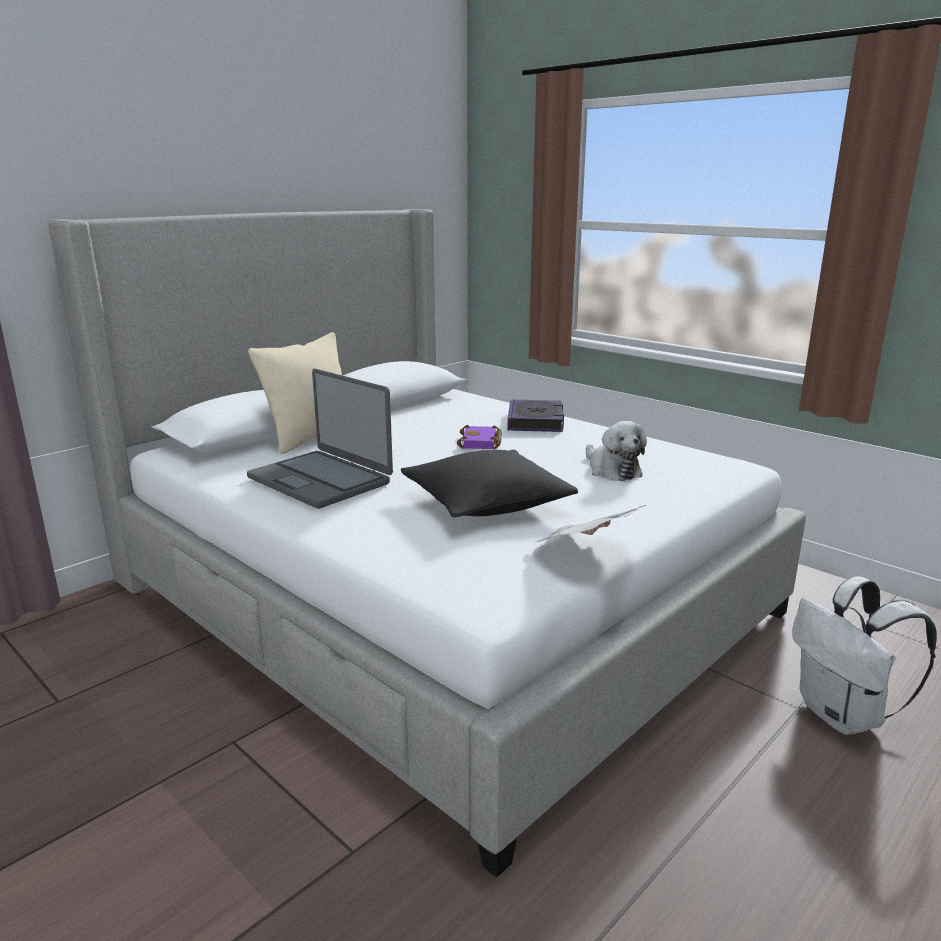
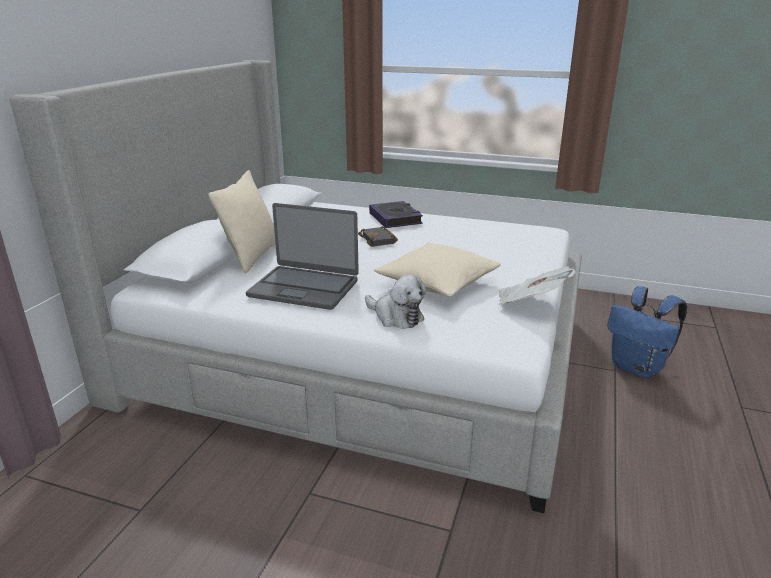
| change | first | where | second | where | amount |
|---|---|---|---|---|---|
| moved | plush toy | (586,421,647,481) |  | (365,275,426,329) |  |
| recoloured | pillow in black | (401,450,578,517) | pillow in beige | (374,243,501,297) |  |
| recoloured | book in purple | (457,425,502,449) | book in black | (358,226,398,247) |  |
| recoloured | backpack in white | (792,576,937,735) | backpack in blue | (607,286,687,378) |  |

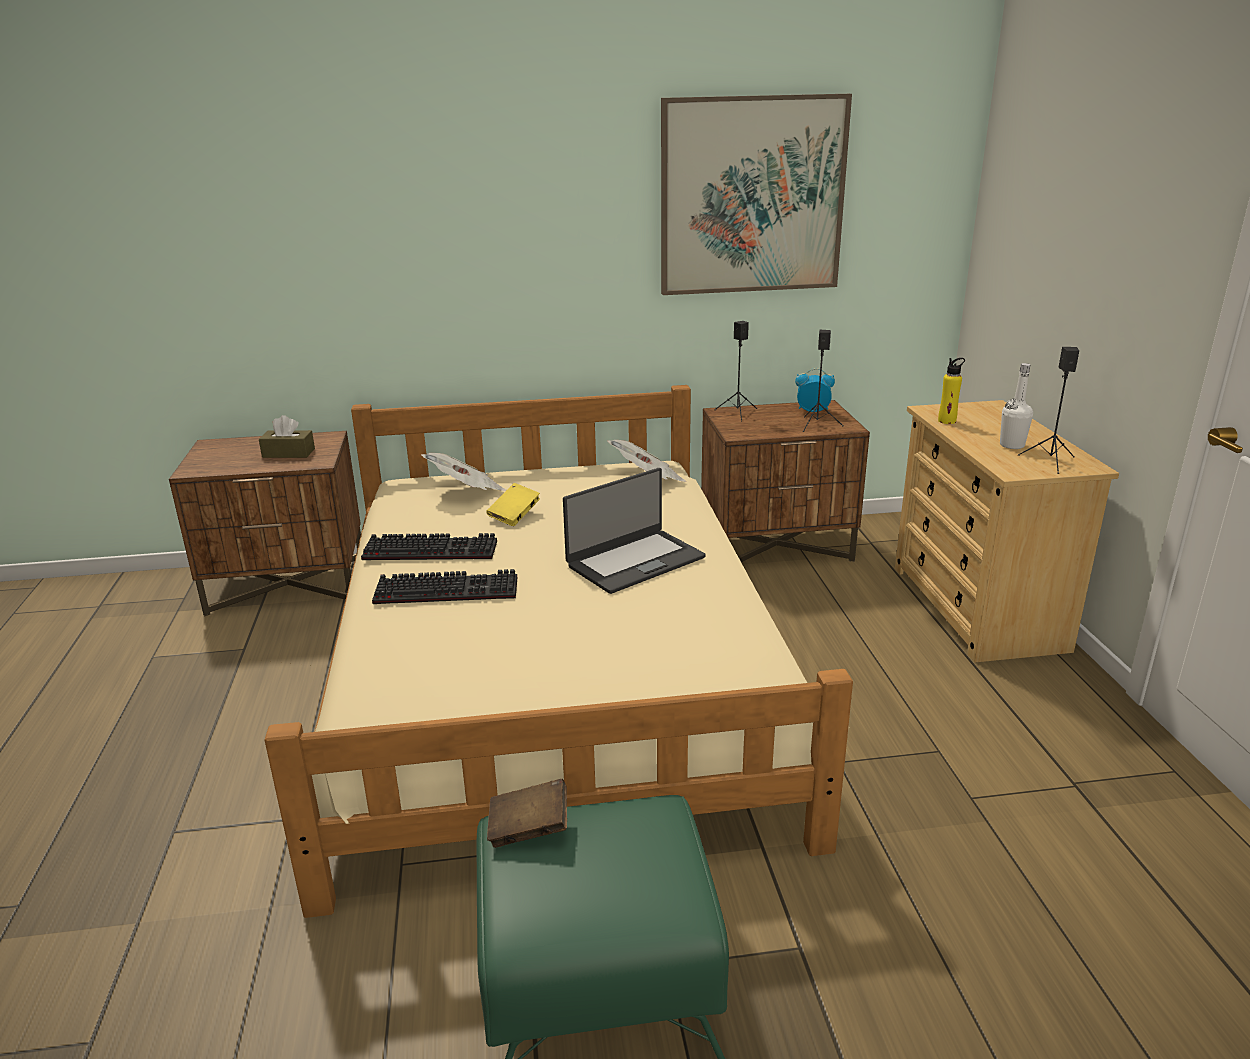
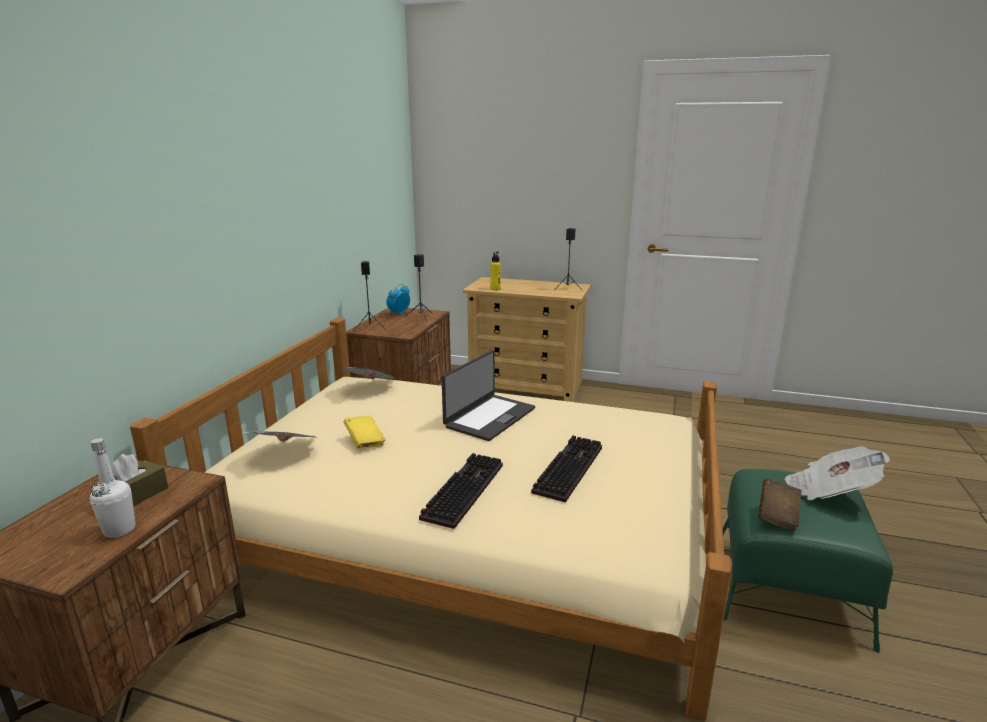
| change | first | where | second | where | amount |
|---|---|---|---|---|---|
| removed | picture | (661,94,852,295) |  |  |  |
| added |  |  | newspaper | (785,446,890,500) |  |
| moved | keyboard | (361,533,497,560) |  | (531,435,602,502) |  |
| moved | bottle in white | (1000,363,1033,449) |  | (90,438,136,538) |  |
| turned | laptop | (563,468,706,594) |  | (442,350,535,441) | 45 degrees clockwise |

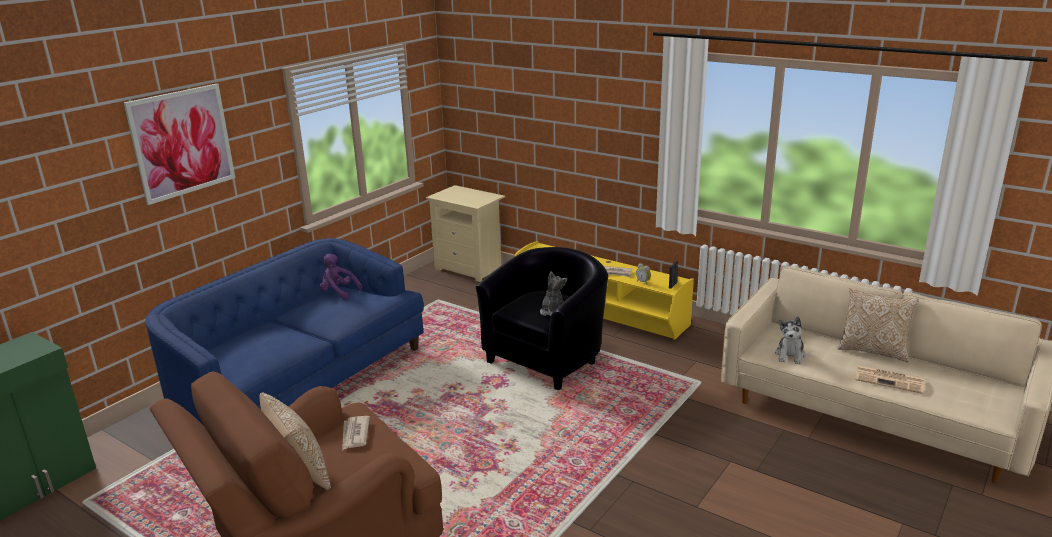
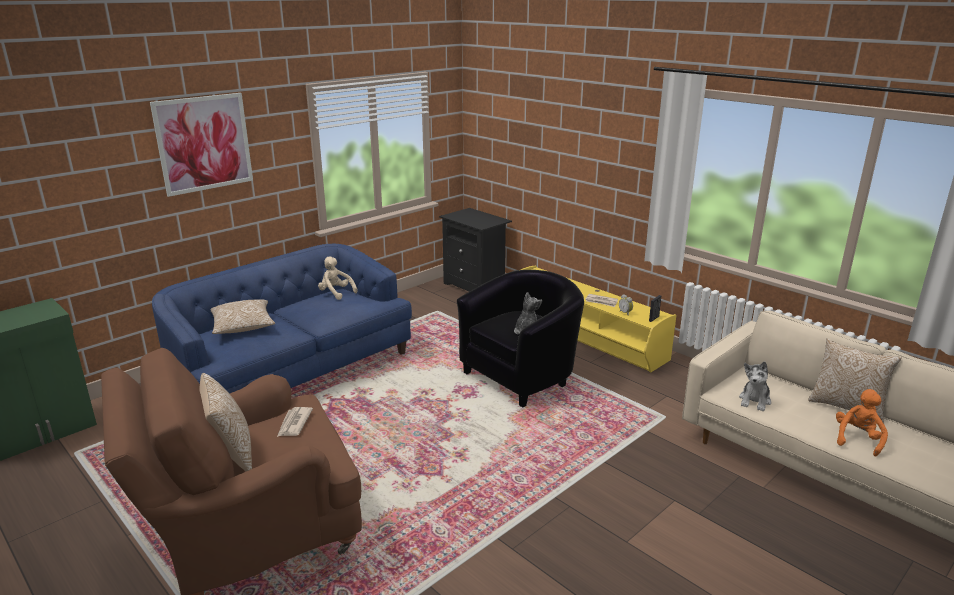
| change | first | where | second | where | amount |
|---|---|---|---|---|---|
| added |  |  | pillow | (211,299,275,334) |  |
| replaced | newspaper | (855,365,924,394) | plush toy in orange | (836,389,888,457) |  |
| recoloured | plush toy in purple | (320,254,362,299) | plush toy in beige | (318,257,358,300) |  |
| recoloured | nightstand in beige | (426,185,505,282) | nightstand in black | (439,208,512,292) |  |

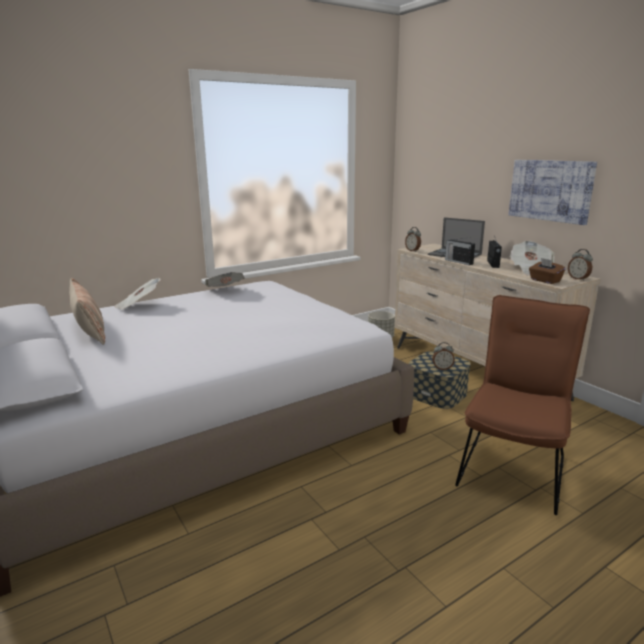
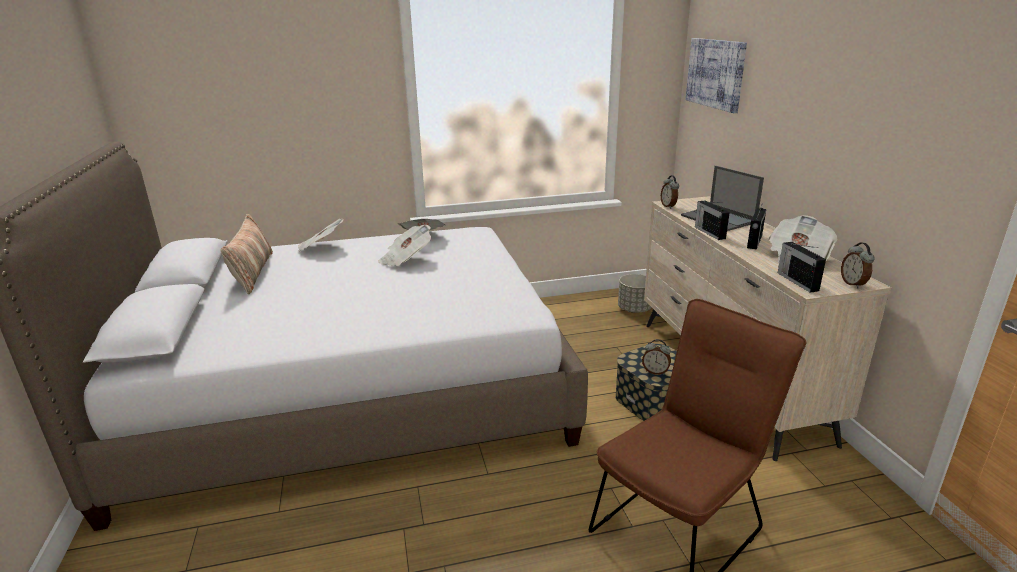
| change | first | where | second | where | amount |
|---|---|---|---|---|---|
| added |  |  | newspaper | (378,225,431,267) |  |
| moved | picture | (509,160,597,225) |  | (686,38,747,113) |  |
| replaced | tissue box in brown | (529,258,566,284) | radio | (778,242,826,293) |  |

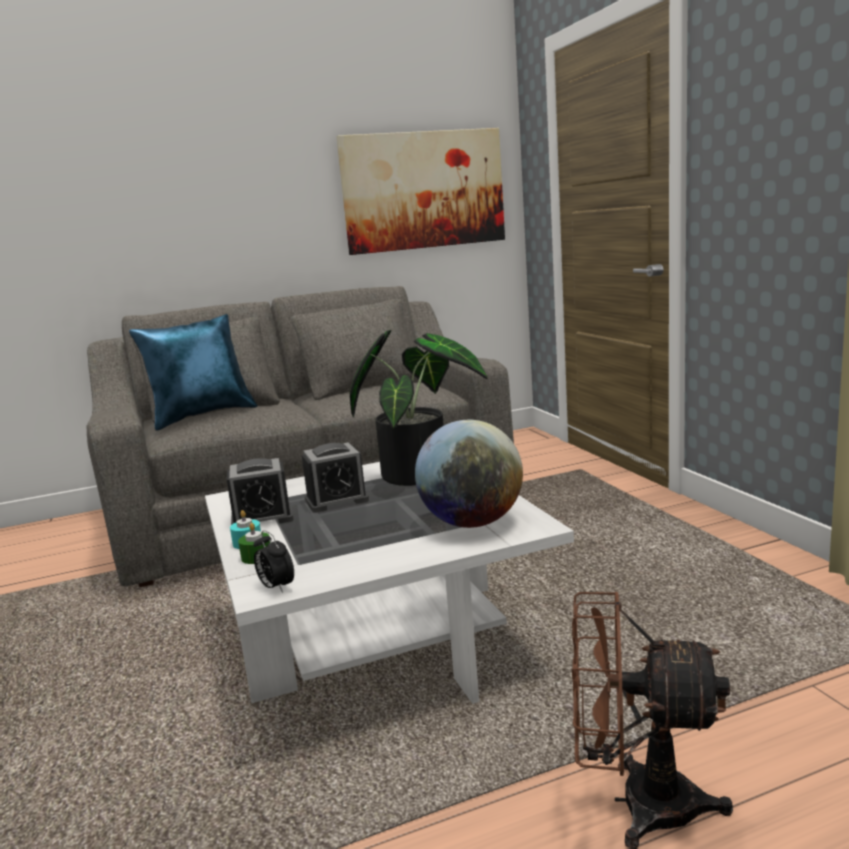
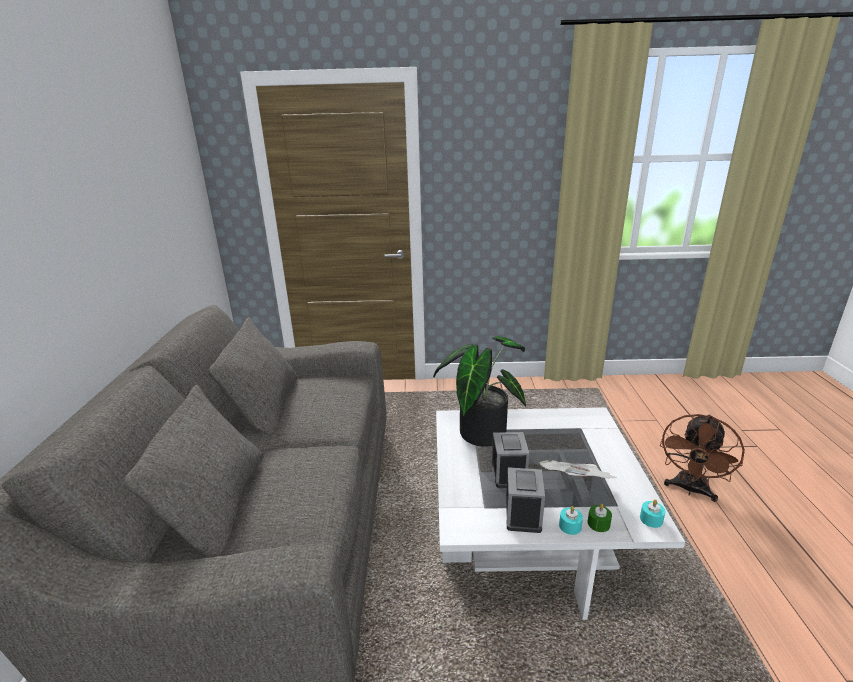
| change | first | where | second | where | amount |
|---|---|---|---|---|---|
| removed | pillow in blue | (129,314,257,431) |  |  |  |
| removed | picture | (336,128,505,255) |  |  |  |
| removed | globe | (415,420,523,528) |  |  |  |
| added |  |  | newspaper | (539,460,616,479) |  |
| replaced | alarm clock | (253,530,294,593) | candle in turquoise | (640,499,666,528) |  |

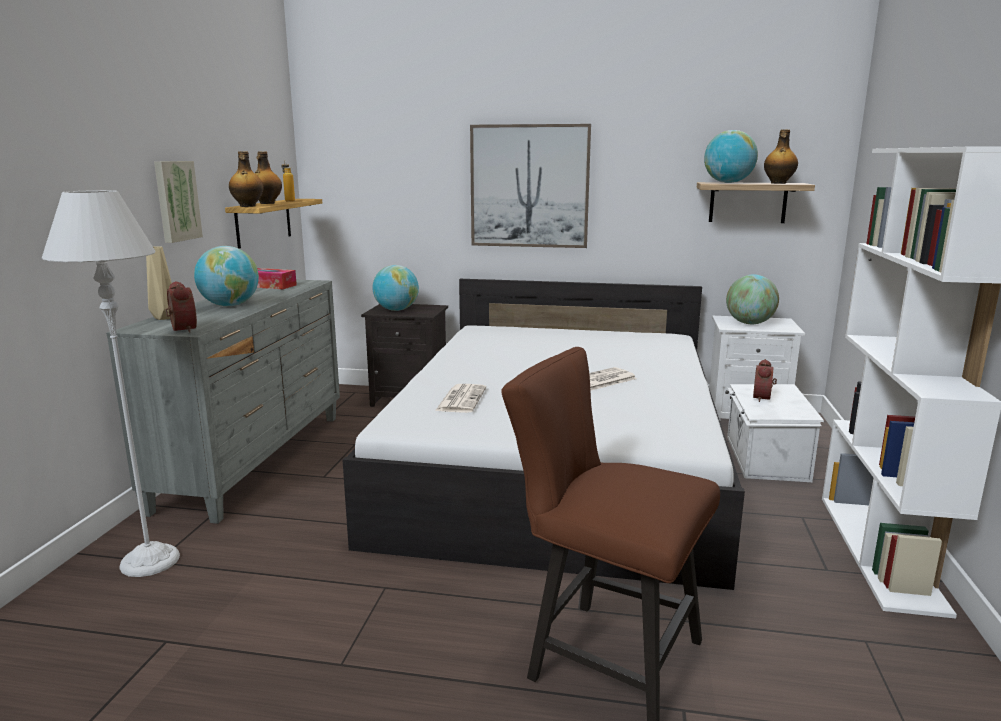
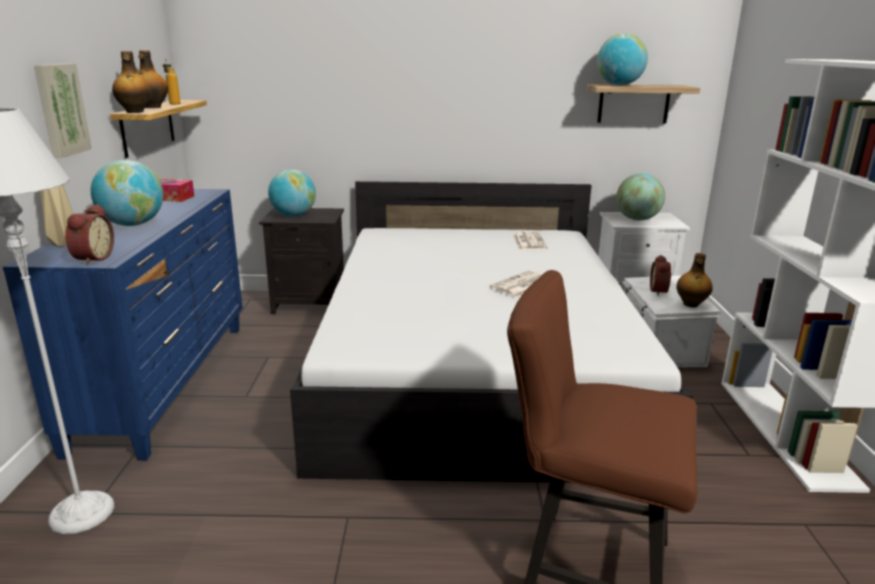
| change | first | where | second | where | amount |
|---|---|---|---|---|---|
| removed | picture | (470,124,591,248) |  |  |  |
| moved | newspaper | (435,384,486,413) |  | (513,231,548,250) |  |
| moved | bottle | (764,130,798,184) |  | (677,253,713,307) |  |
| recoloured | dresser in grey | (106,280,340,524) | dresser in blue | (3,189,243,461) |  |
| turned | alarm clock | (165,281,197,332) |  | (65,204,114,265) | 45 degrees clockwise |

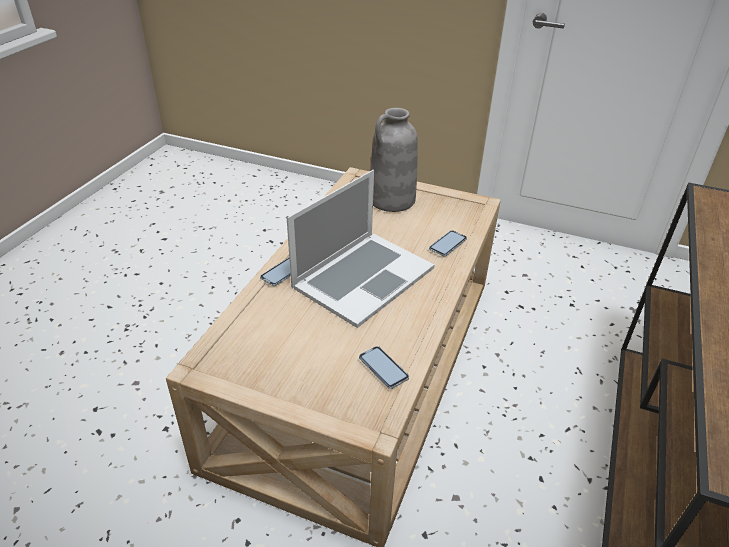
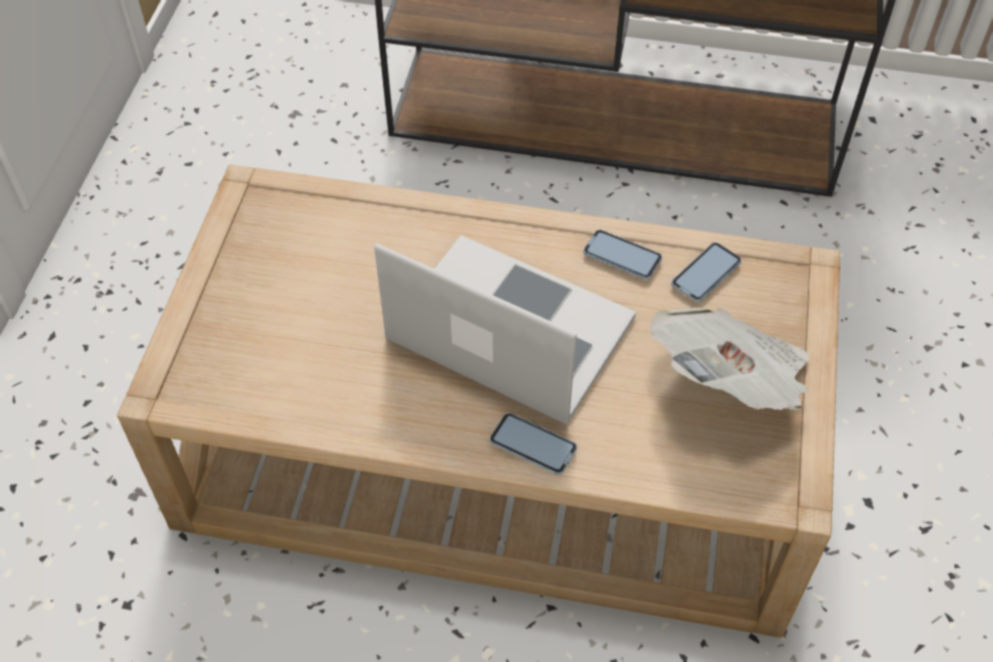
| change | first | where | second | where | amount |
|---|---|---|---|---|---|
| removed | vase in grey | (370,108,418,212) |  |  |  |
| added |  |  | newspaper | (650,308,810,410) |  |
| moved | phone | (429,230,467,256) |  | (583,229,662,280) |  |

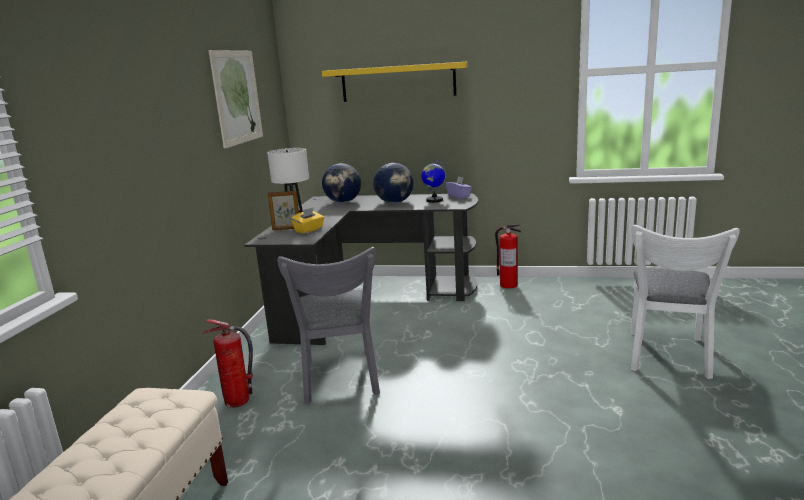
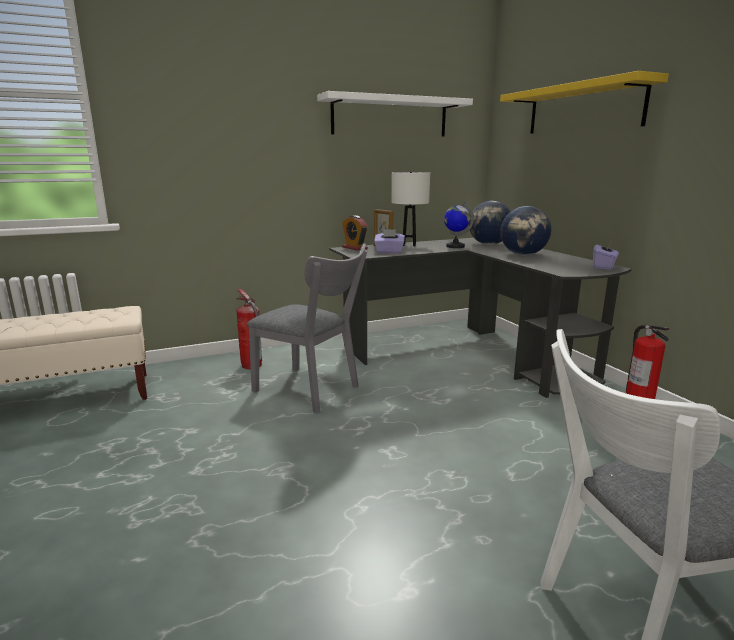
| change | first | where | second | where | amount |
|---|---|---|---|---|---|
| added |  |  | alarm clock | (342,215,368,251) |  |
| moved | globe | (421,160,446,203) |  | (444,202,474,248) |  |
| replaced | picture | (209,50,263,149) | shelf in white | (317,91,473,137) |  |
| recoloured | tissue box in yellow | (291,207,325,234) | tissue box in purple | (374,229,405,253) |  |
| turned | chair in grey | (277,247,380,404) |  | (247,243,367,414) | 105 degrees counterclockwise |

